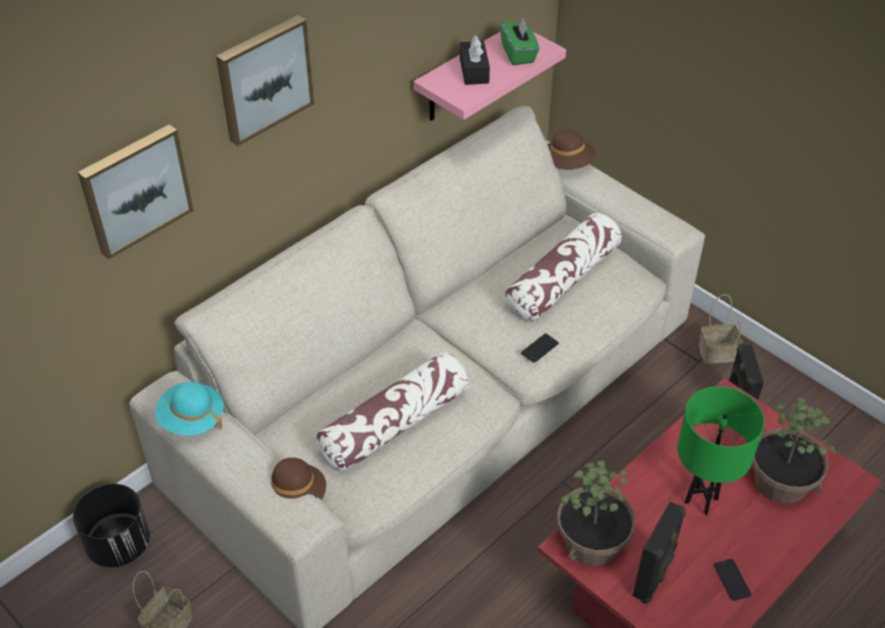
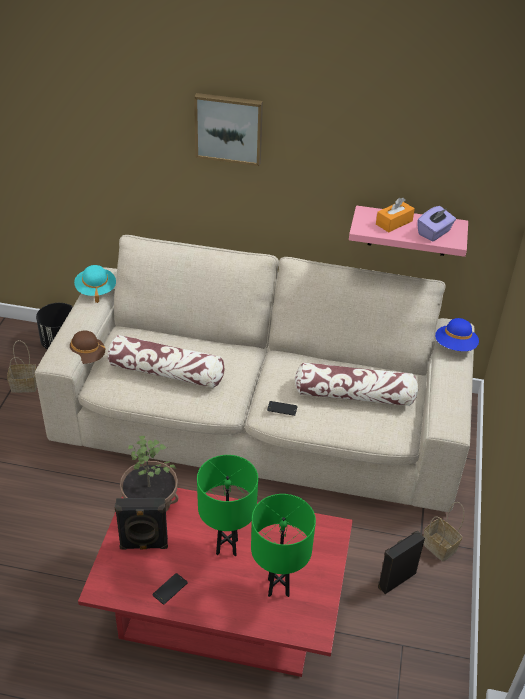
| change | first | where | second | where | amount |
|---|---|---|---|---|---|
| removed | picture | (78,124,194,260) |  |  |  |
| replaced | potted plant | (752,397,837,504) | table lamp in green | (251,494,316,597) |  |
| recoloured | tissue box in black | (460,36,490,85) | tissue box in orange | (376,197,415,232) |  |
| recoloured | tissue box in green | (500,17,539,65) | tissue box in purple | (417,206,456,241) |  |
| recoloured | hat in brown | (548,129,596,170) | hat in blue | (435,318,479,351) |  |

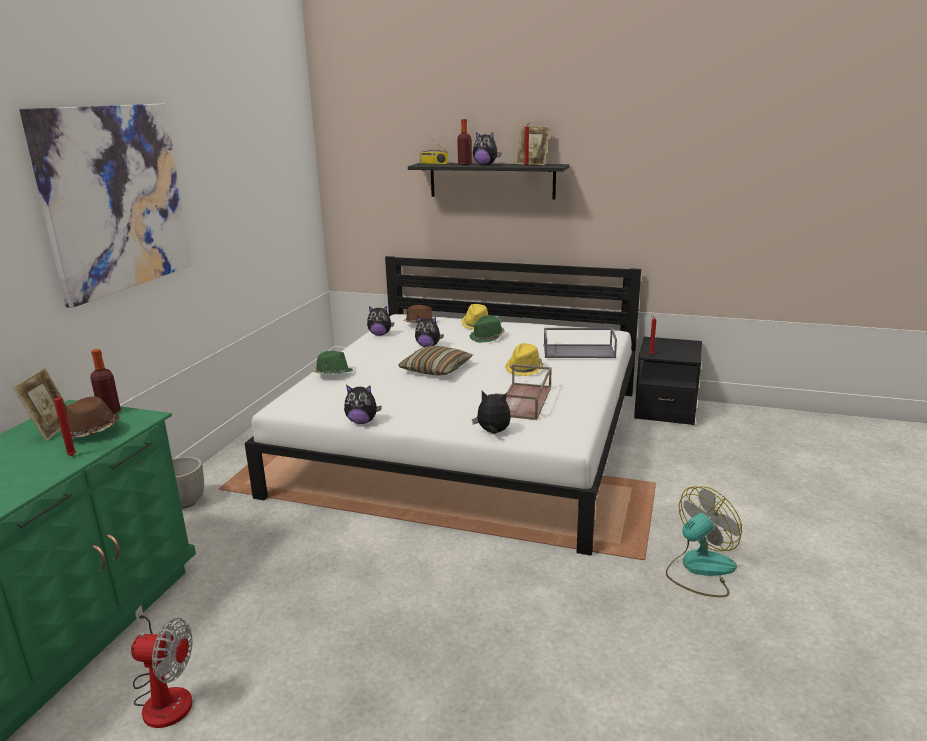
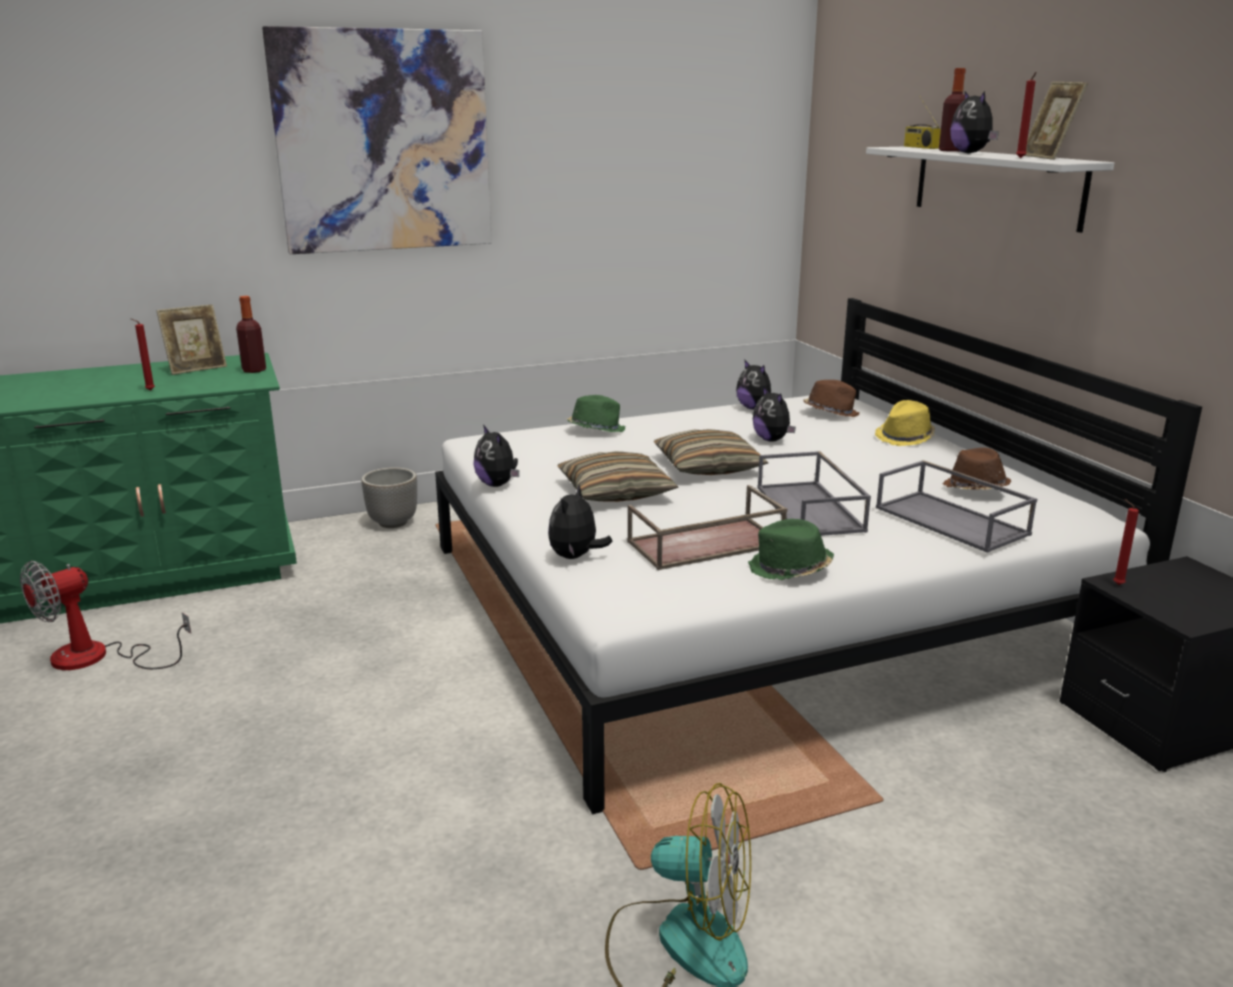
| change | first | where | second | where | amount |
|---|---|---|---|---|---|
| added |  |  | pillow | (558,451,679,502) |  |
| moved | hat in brown | (62,396,120,438) |  | (943,448,1011,490) |  |
| moved | hat in green | (470,315,504,343) |  | (748,519,834,580) |  |
| replaced | hat in yellow | (505,343,544,376) | tray in grey | (758,451,871,536) |  |
| recoloured | shelf in black | (408,163,569,200) | shelf in white | (866,147,1114,233) |  |
| turned | fan | (131,605,193,728) |  | (20,561,191,670) | 75 degrees clockwise |
| turned | plush toy | (472,391,511,434) |  | (548,485,613,559) | 135 degrees counterclockwise |

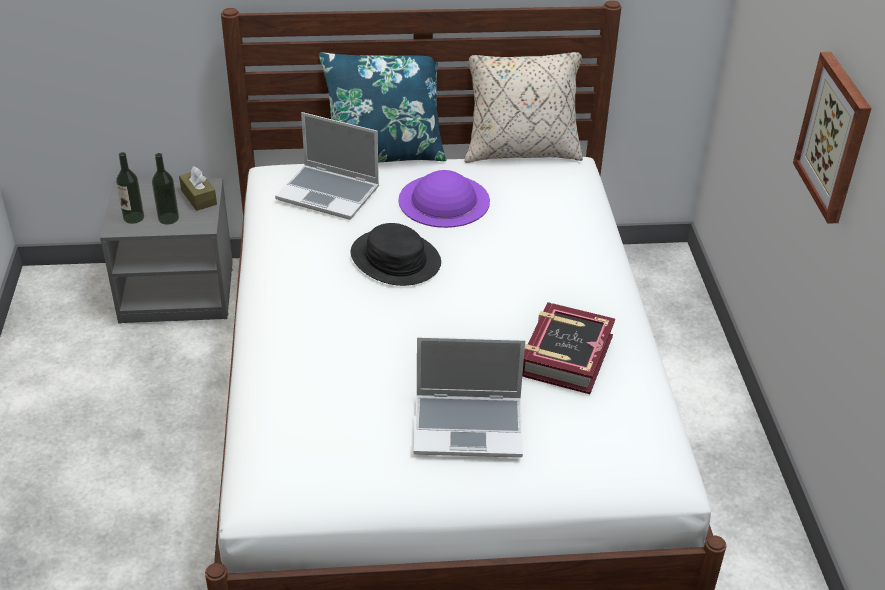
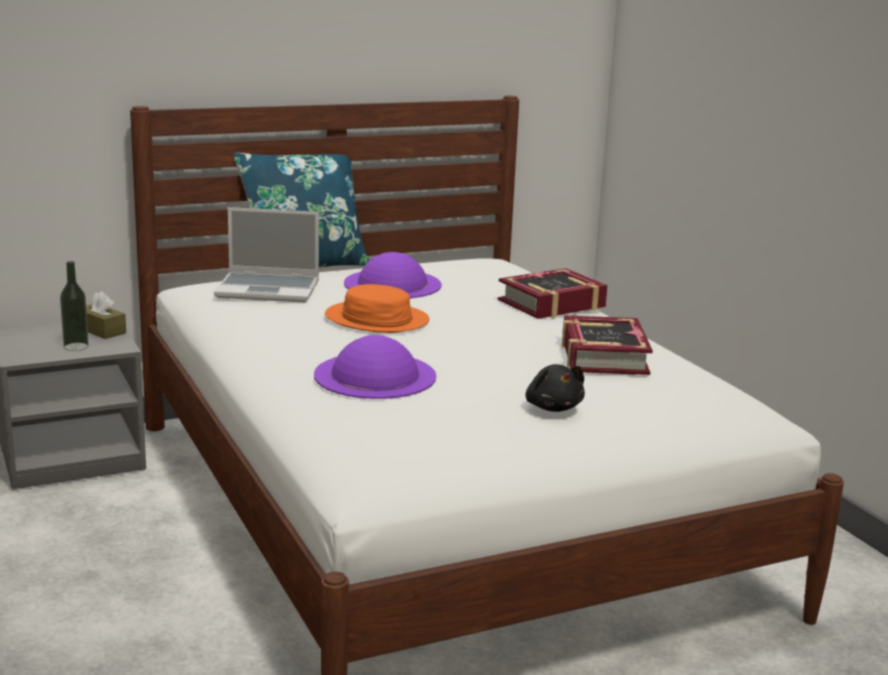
| change | first | where | second | where | amount |
|---|---|---|---|---|---|
| removed | bottle | (116,152,144,224) |  |  |  |
| removed | pillow in beige | (464,52,583,163) |  |  |  |
| removed | picture | (793,52,872,224) |  |  |  |
| added |  |  | hat in purple | (314,335,436,399) |  |
| added |  |  | book | (498,268,608,319) |  |
| replaced | laptop | (414,337,525,458) | plush toy in black | (526,364,585,412) |  |
| recoloured | hat in black | (350,223,441,286) | hat in orange | (325,284,429,333) |  |

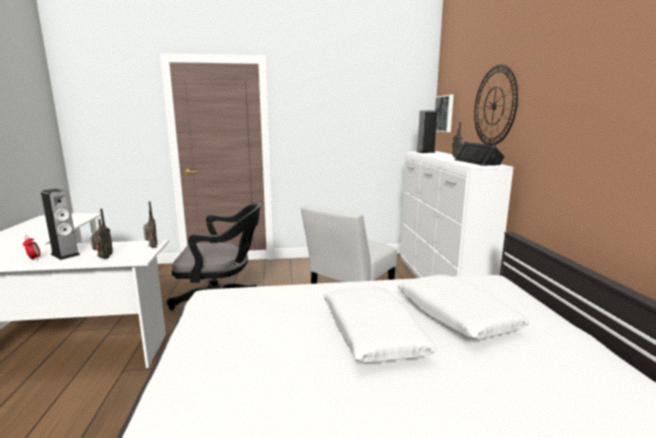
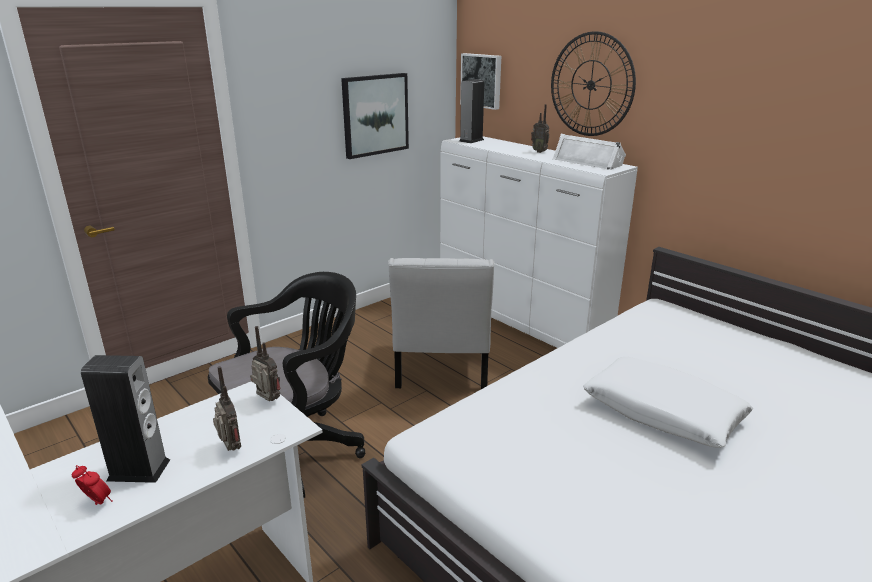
| change | first | where | second | where | amount |
|---|---|---|---|---|---|
| removed | pillow in white | (398,275,529,340) |  |  |  |
| added |  |  | picture | (341,73,409,159) |  |
| recoloured | speaker in black | (455,142,505,166) | speaker in white | (552,134,626,170) |  |

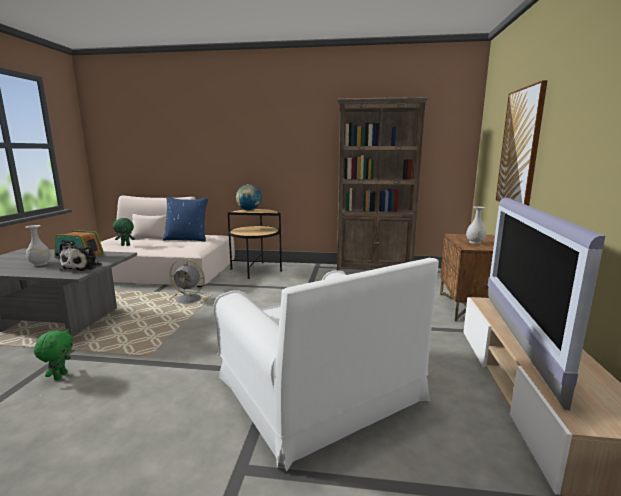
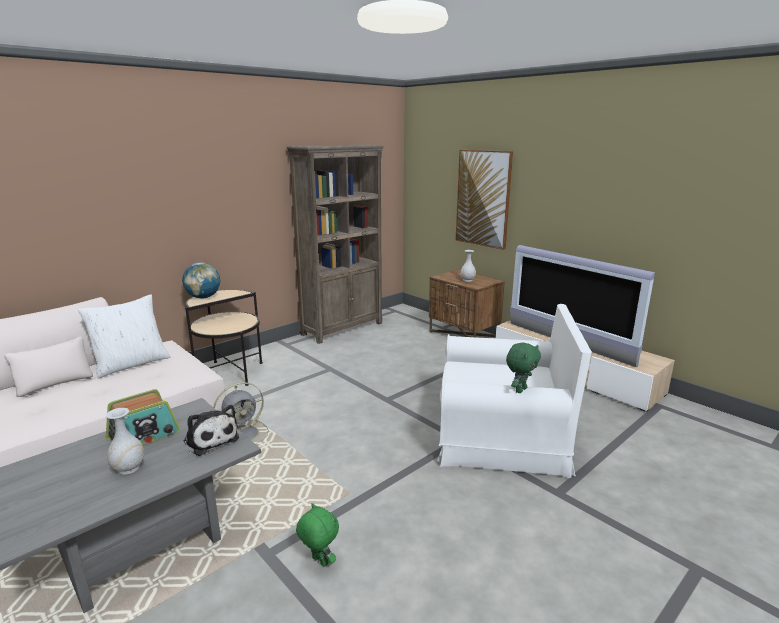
| change | first | where | second | where | amount |
|---|---|---|---|---|---|
| moved | plush toy in green | (113,218,135,246) |  | (506,342,541,393) |  |
| recoloured | pillow in blue | (163,197,208,242) | pillow in white | (78,294,170,379) |  |

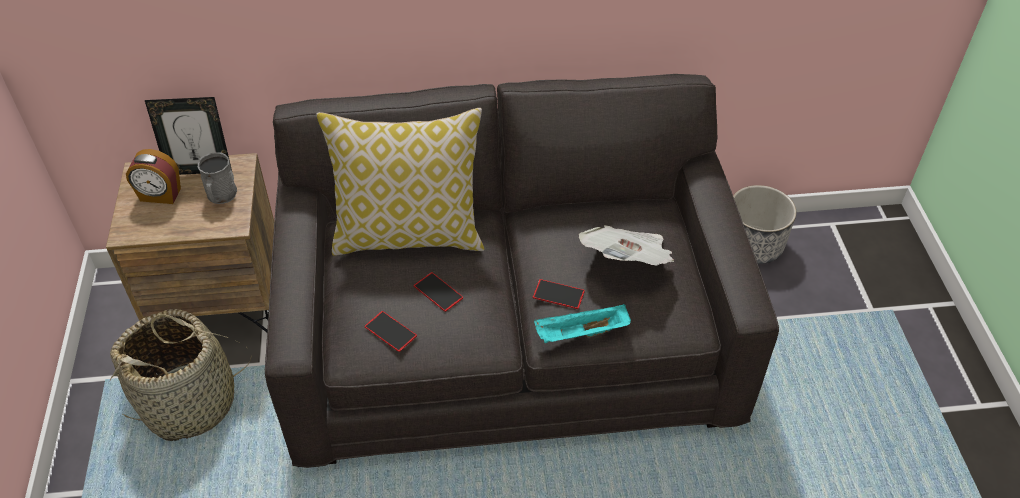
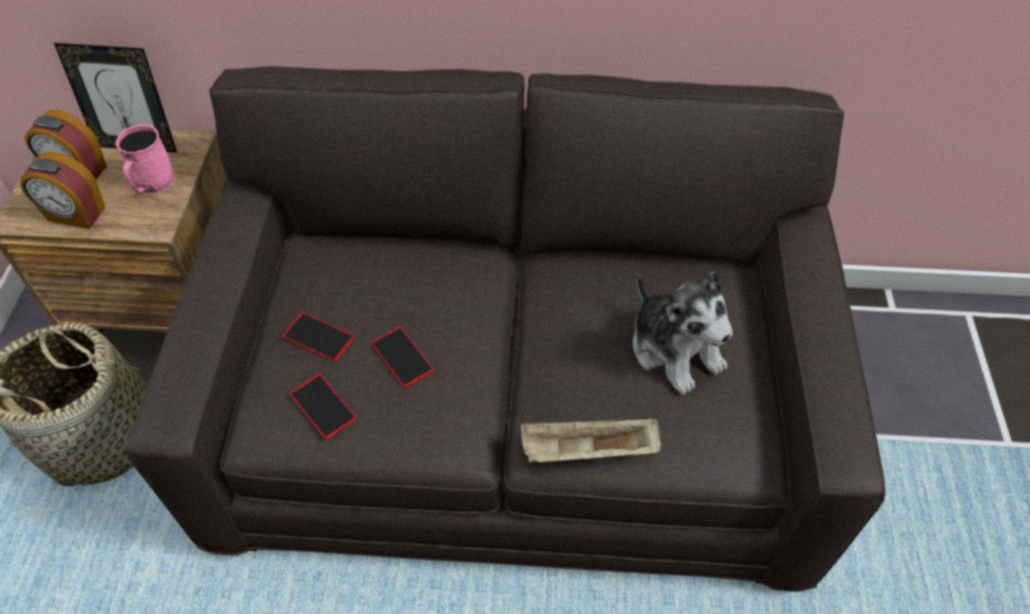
| change | first | where | second | where | amount |
|---|---|---|---|---|---|
| removed | pillow | (316,108,485,256) |  |  |  |
| removed | planter | (733,185,796,264) |  |  |  |
| added |  |  | alarm clock | (20,152,105,229) |  |
| moved | phone | (533,279,585,309) |  | (282,312,355,362) |  |
| replaced | newspaper | (579,225,674,265) | plush toy | (633,272,733,395) |  |
| recoloured | mug in grey | (198,152,237,204) | mug in pink | (116,124,176,194) |  |
| recoloured | tray in turquoise | (534,304,631,343) | tray in beige | (521,418,662,463) |  |

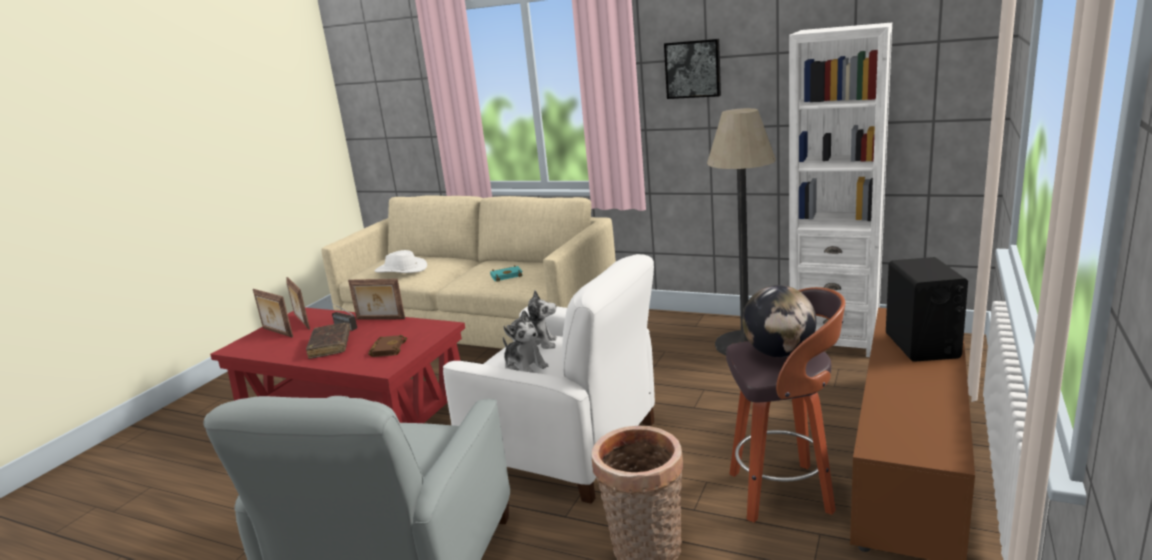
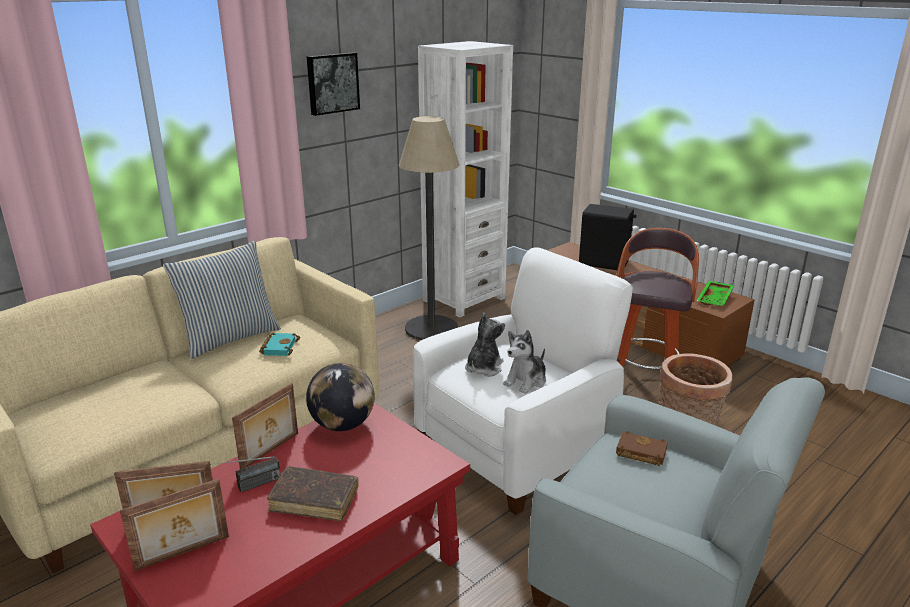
| change | first | where | second | where | amount |
|---|---|---|---|---|---|
| removed | hat in white | (375,250,427,273) |  |  |  |
| added |  |  | pillow | (163,241,281,359) |  |
| added |  |  | tray in green | (697,281,734,306) |  |
| moved | book in brown | (368,335,407,357) |  | (616,431,668,466) |  |
| moved | globe | (742,285,816,357) |  | (306,363,375,431) |  |
| turned | plush toy | (503,310,548,373) |  | (503,330,546,394) | 150 degrees clockwise |

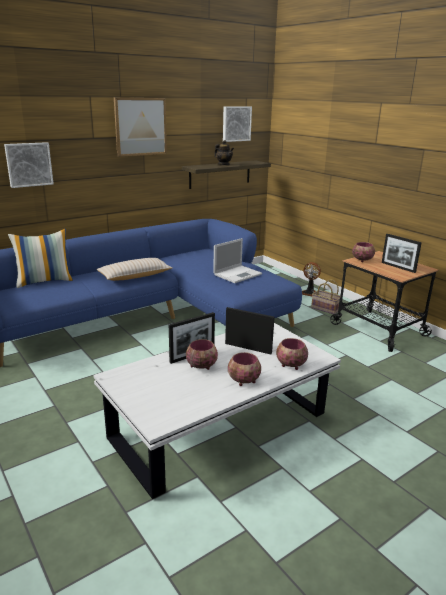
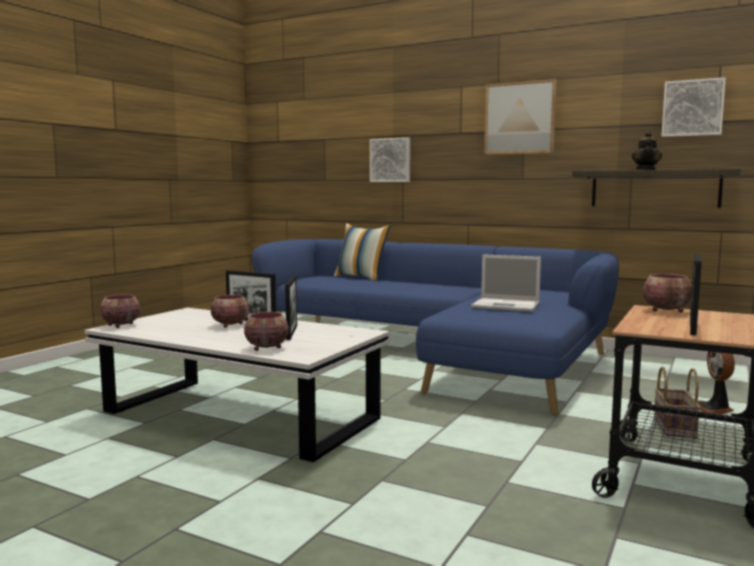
| change | first | where | second | where | amount |
|---|---|---|---|---|---|
| removed | pillow in beige | (96,258,172,281) |  |  |  |
| moved | bowl | (228,352,261,386) |  | (100,295,140,328) |  |

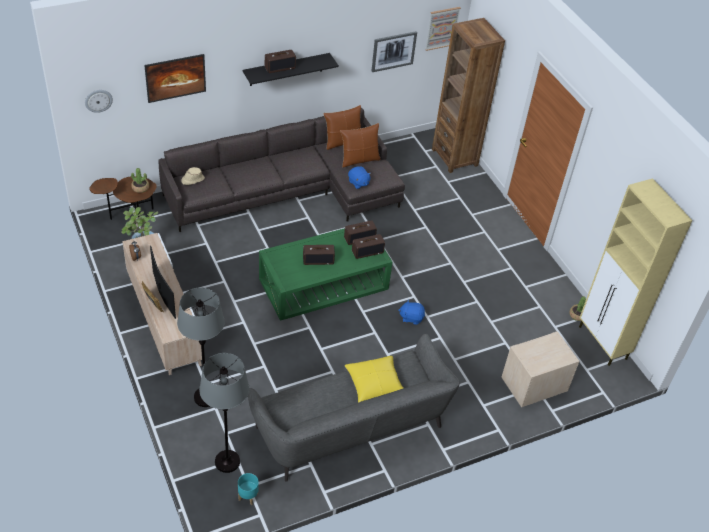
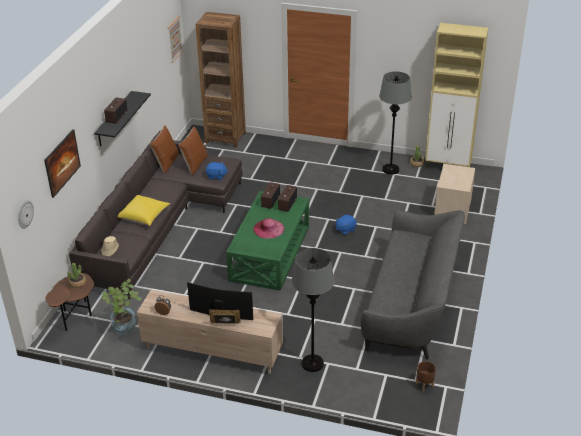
| change | first | where | second | where | amount |
|---|---|---|---|---|---|
| removed | picture | (372,31,417,72) |  |  |  |
| moved | floor lamp in grey | (199,353,249,473) |  | (379,71,412,175) |  |
| moved | pillow in yellow | (345,356,403,403) |  | (118,195,170,226) |  |
| replaced | radio | (303,245,335,265) | hat in pink | (253,218,284,239) |  |
| recoloured | planter in turquoise | (238,473,259,505) | planter in brown | (416,361,436,392) |  |

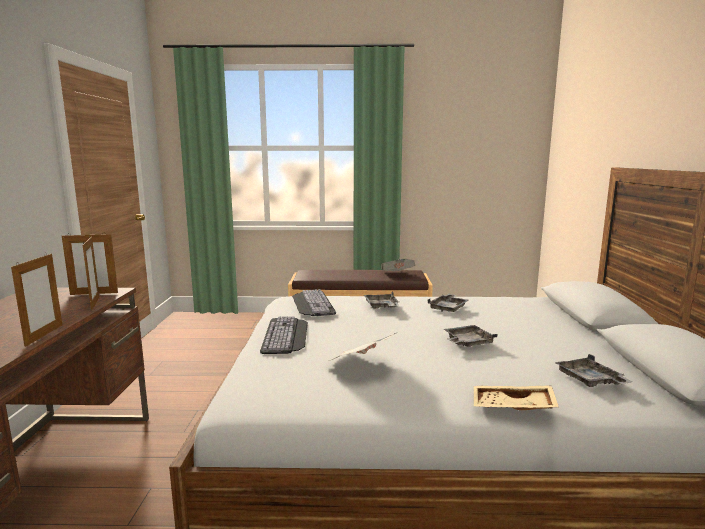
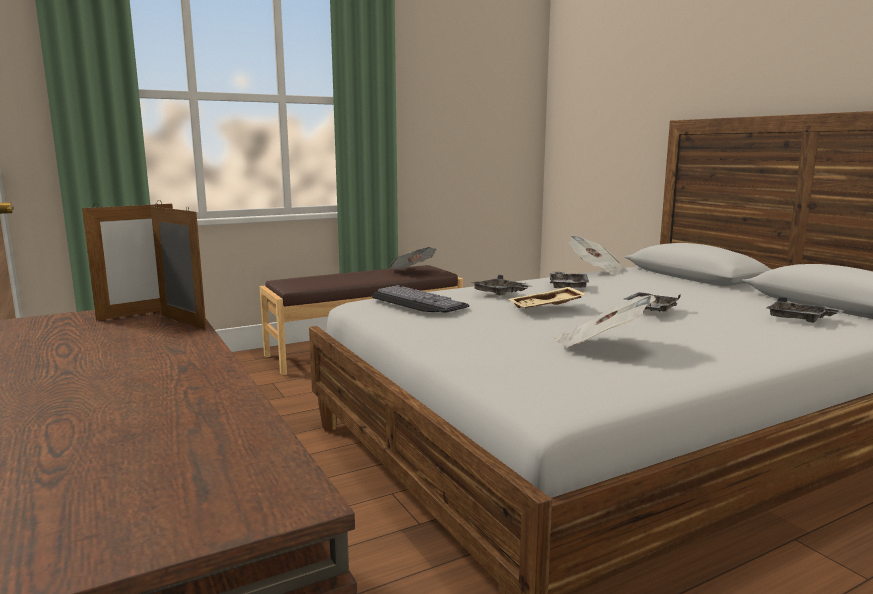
| change | first | where | second | where | amount |
|---|---|---|---|---|---|
| removed | picture frame | (11,253,62,347) |  |  |  |
| removed | keyboard | (260,316,308,354) |  |  |  |
| added |  |  | newspaper | (569,235,624,275) |  |
| moved | tray in beige | (474,385,559,410) |  | (509,287,587,308) |  |

